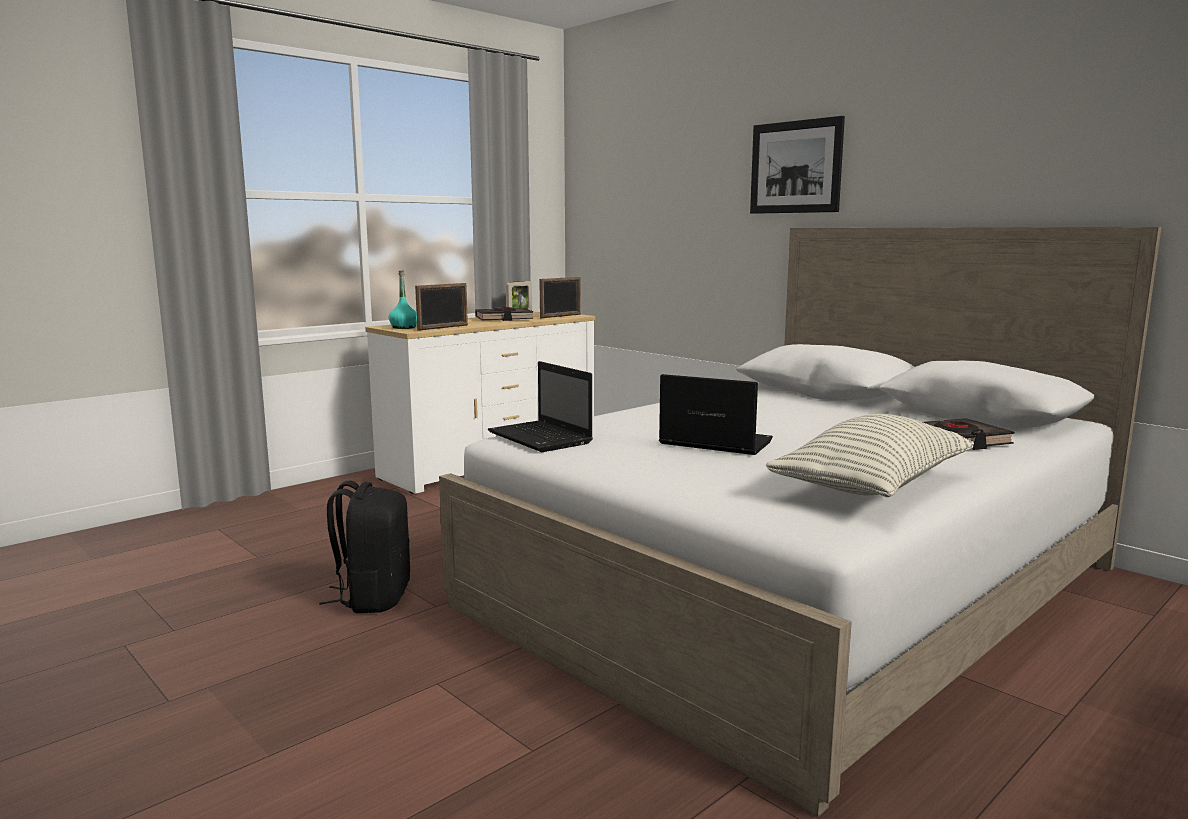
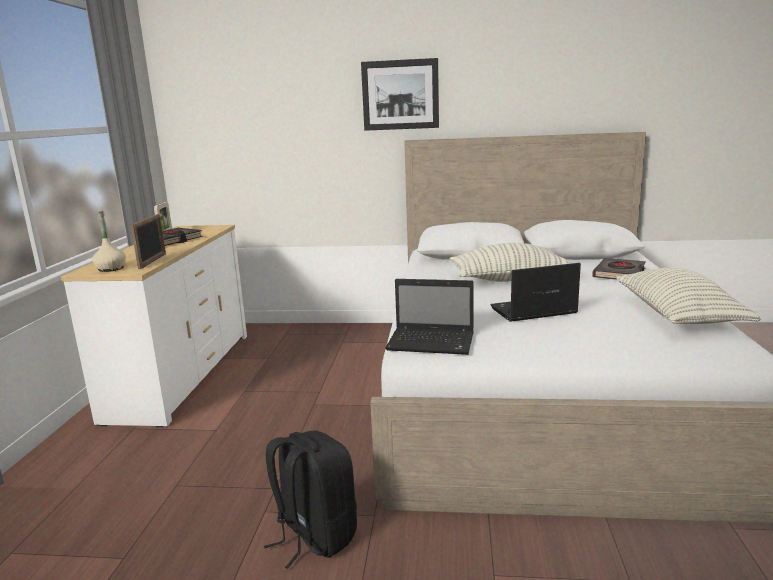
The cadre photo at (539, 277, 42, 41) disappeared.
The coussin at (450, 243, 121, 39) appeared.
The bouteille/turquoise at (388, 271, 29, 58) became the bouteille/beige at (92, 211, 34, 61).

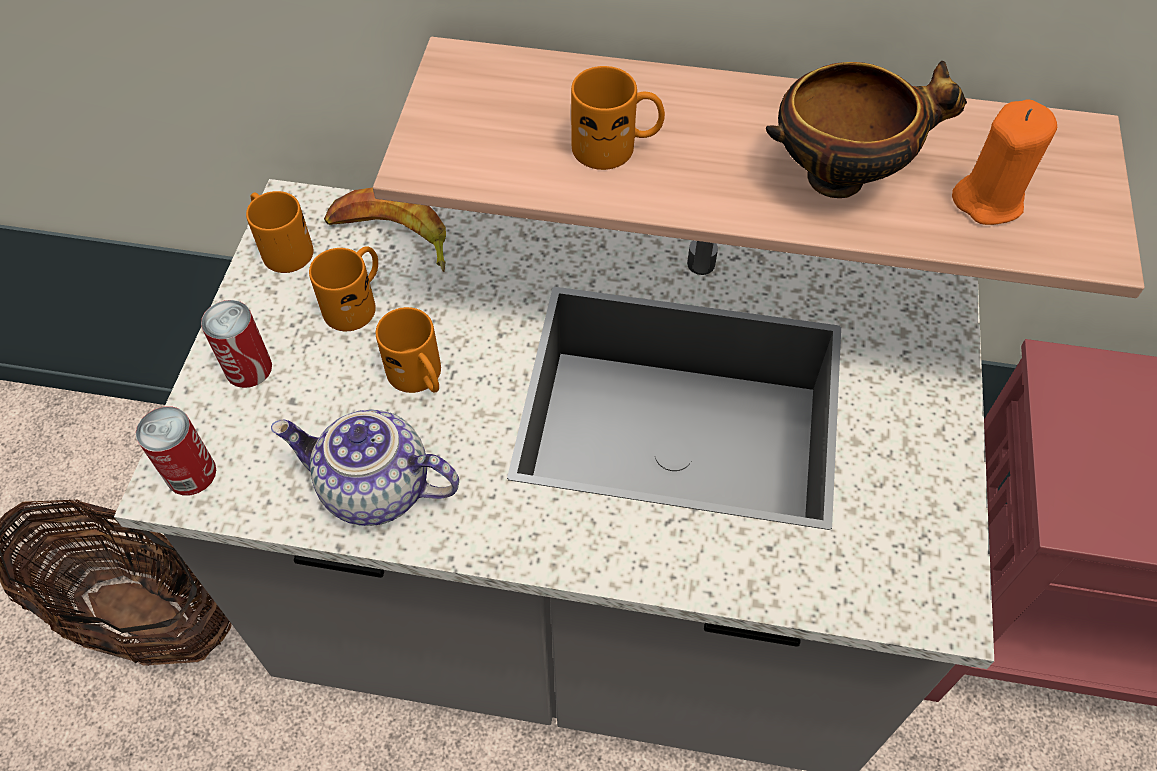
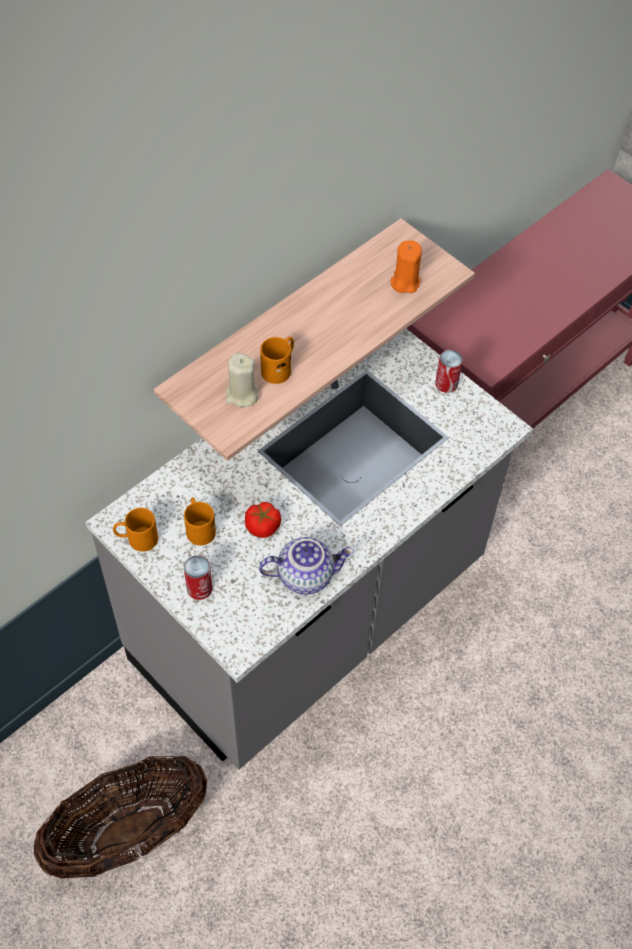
The banane at (324, 188, 122, 84) disappeared.
The bol at (766, 61, 201, 137) disappeared.
The bougie/beige at (226, 353, 33, 54) appeared.
The boîte métallique moved from (136, 406, 80, 89) to (435, 350, 28, 43).
The mug/orange at (376, 307, 65, 86) was replaced by the tomate at (245, 502, 36, 36).
The théière at (271, 409, 188, 117) turned 150 degrees counterclockwise.

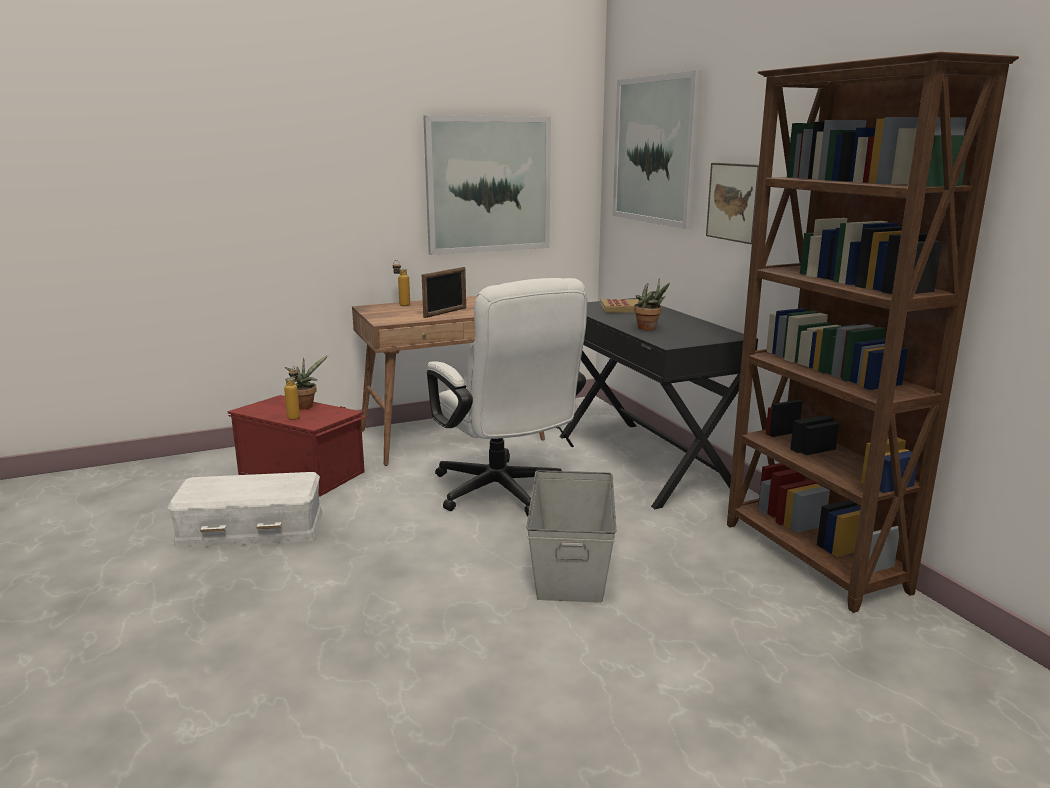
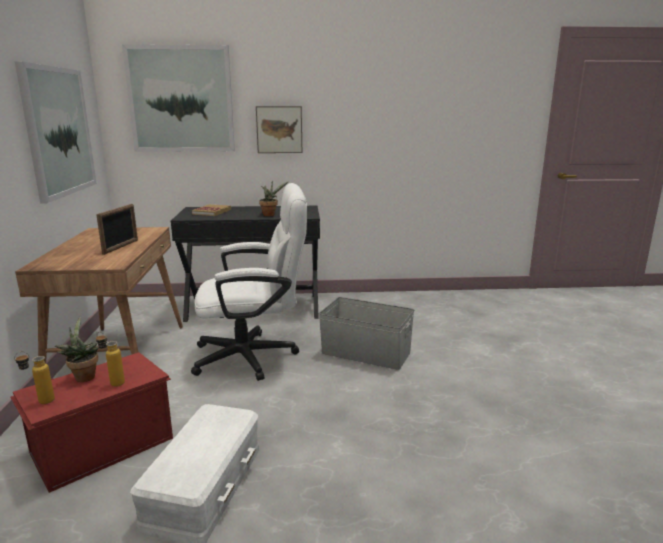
The bibliothèque/marron at (727, 52, 292, 561) disappeared.
The bouteille moved from (393, 260, 17, 46) to (14, 351, 41, 53).
The cadre photo at (422, 267, 44, 51) turned 45 degrees clockwise.

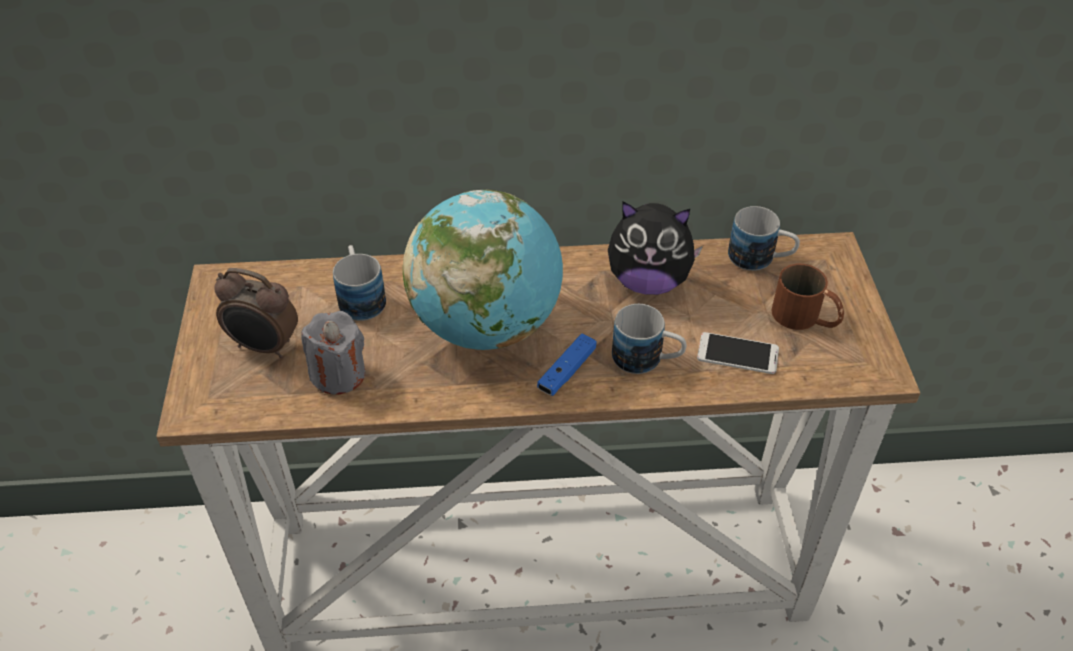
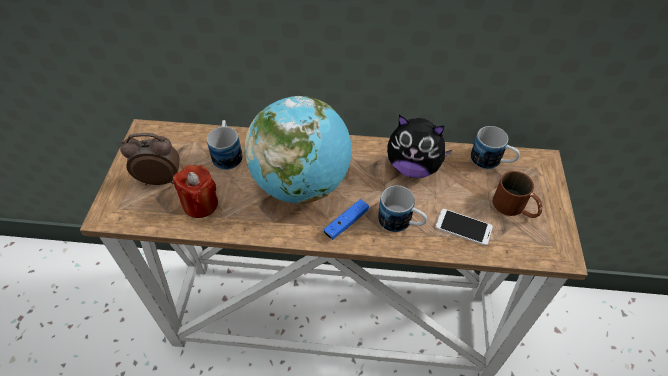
The bougie/gris at (301, 311, 64, 84) became the bougie/rouge at (173, 165, 45, 53).
The réveil at (214, 268, 84, 90) turned 150 degrees clockwise.

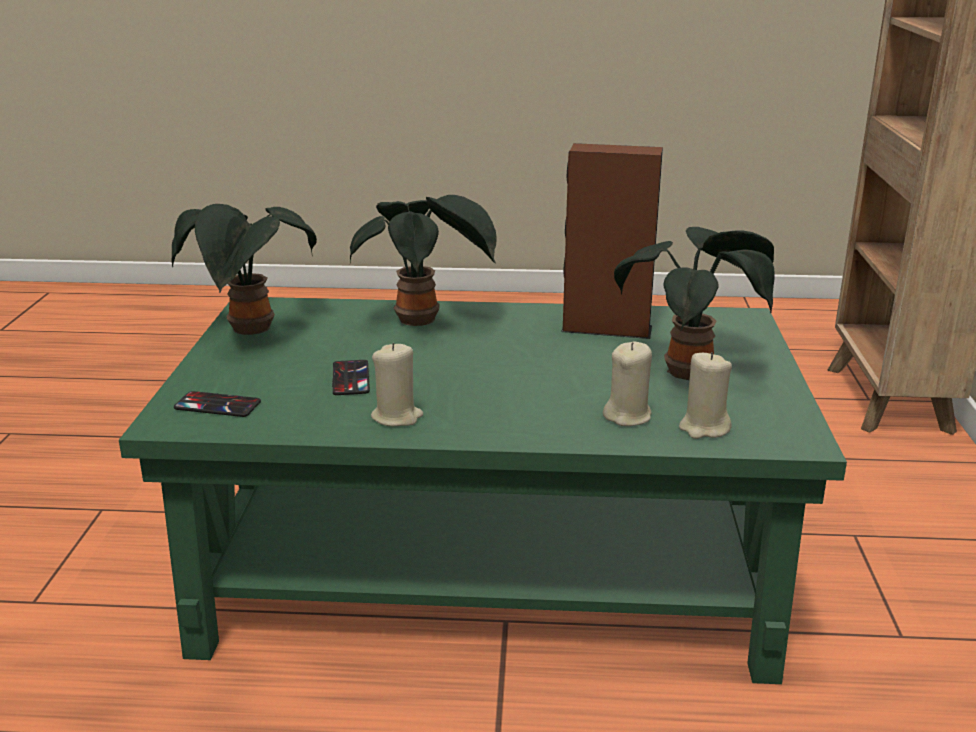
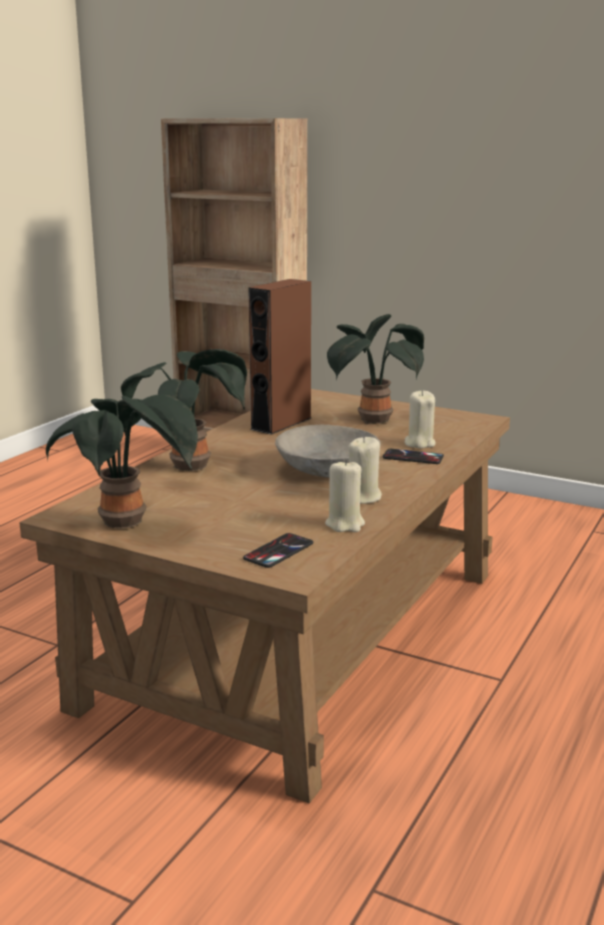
The bol/gris at (275, 425, 105, 52) appeared.
The téléphone moved from (332, 360, 38, 35) to (383, 449, 61, 15).
The bougie/beige moved from (679, 352, 53, 87) to (325, 459, 40, 73).
The table basse/vert at (119, 297, 728, 387) became the table basse/marron at (19, 389, 491, 414).

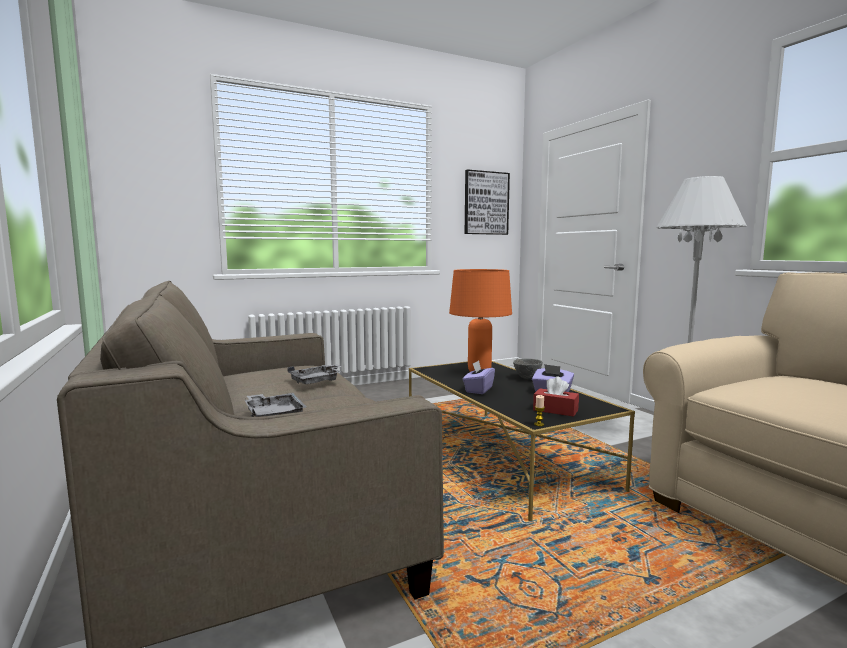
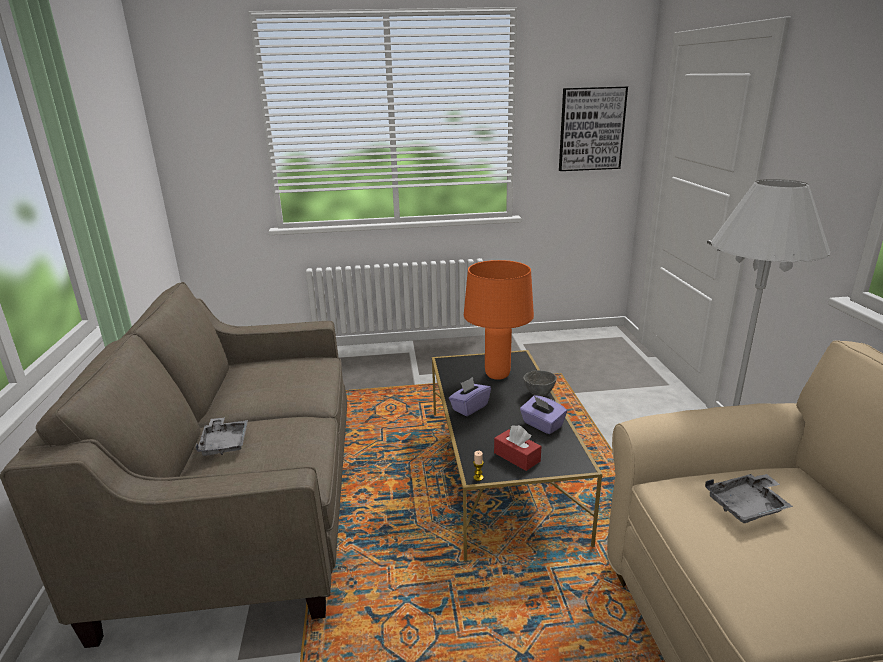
The plateau/gris moved from (287, 364, 55, 20) to (705, 473, 88, 50).

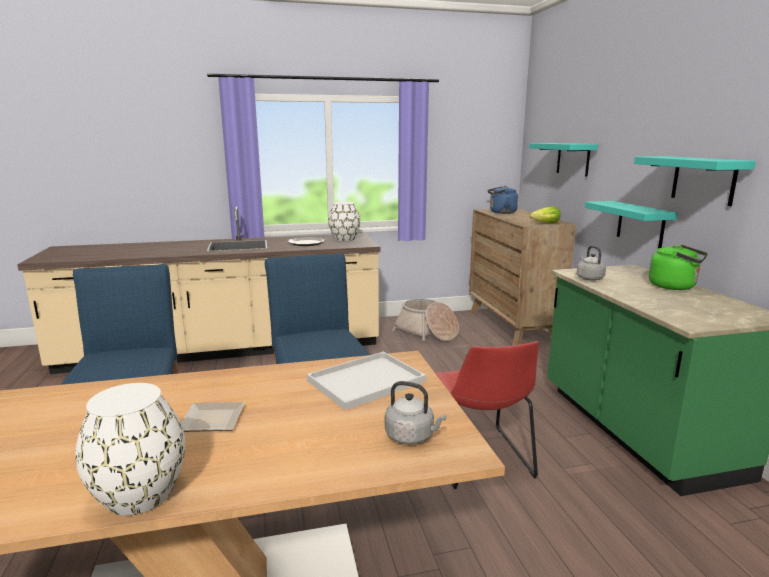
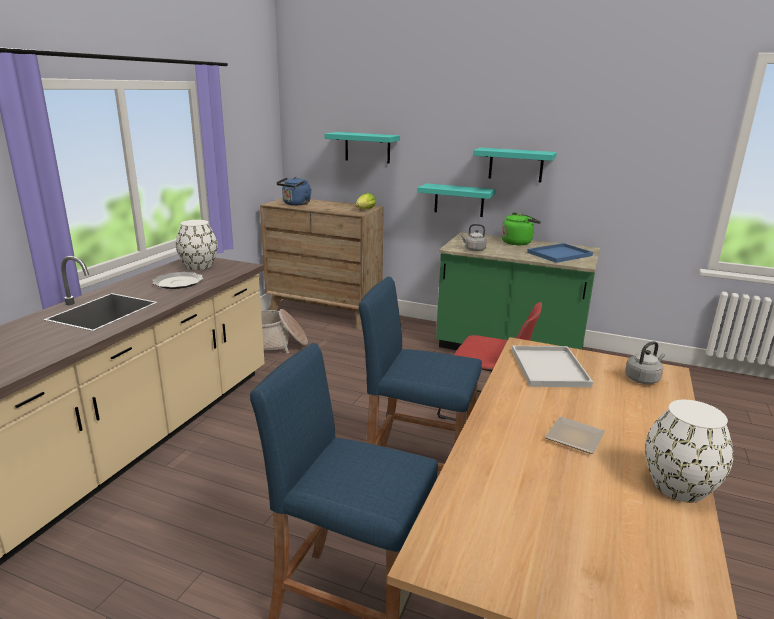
The plateau/bleu at (527, 243, 66, 20) appeared.

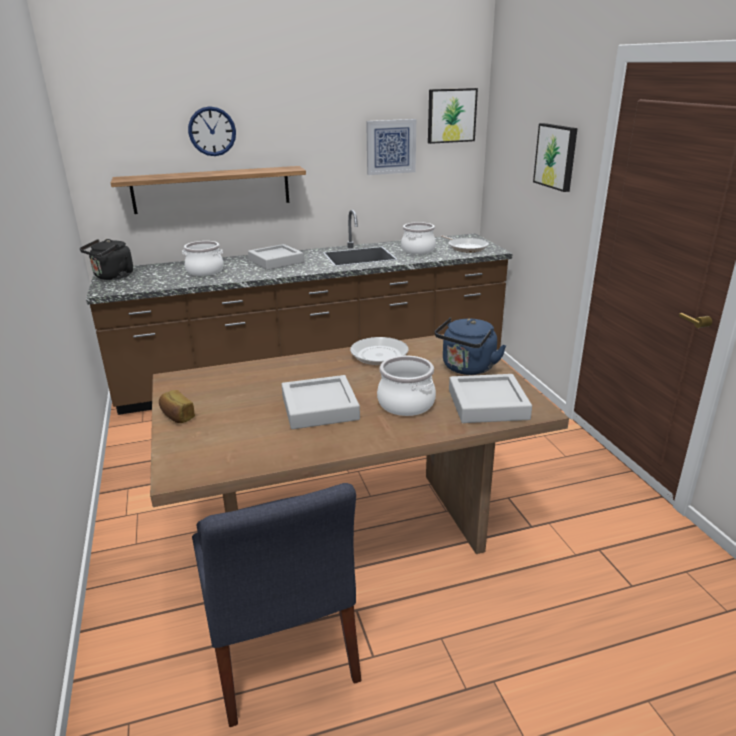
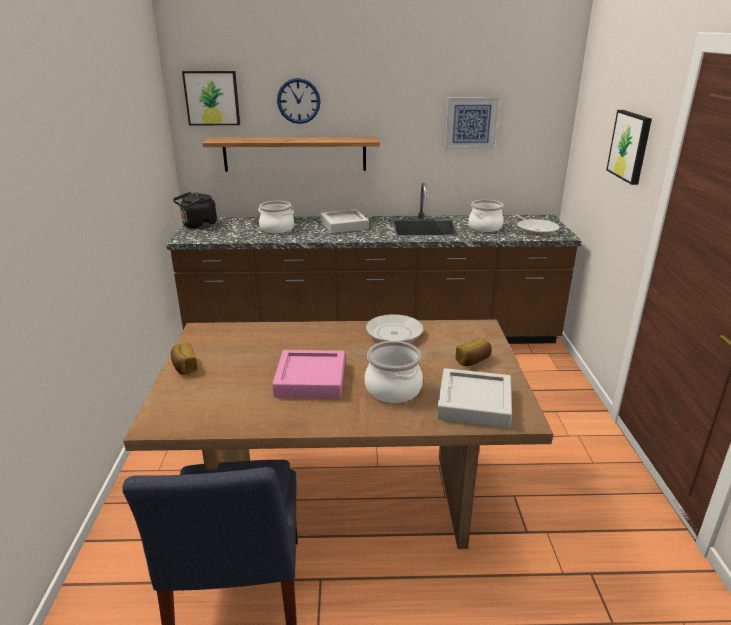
The tableau moved from (428, 88, 50, 56) to (182, 71, 58, 54).
The bouilloire/bleu at (435, 318, 71, 57) was replaced by the pain at (456, 338, 36, 28).
The plateau/gris at (282, 375, 78, 54) became the plateau/rose at (272, 350, 73, 49).

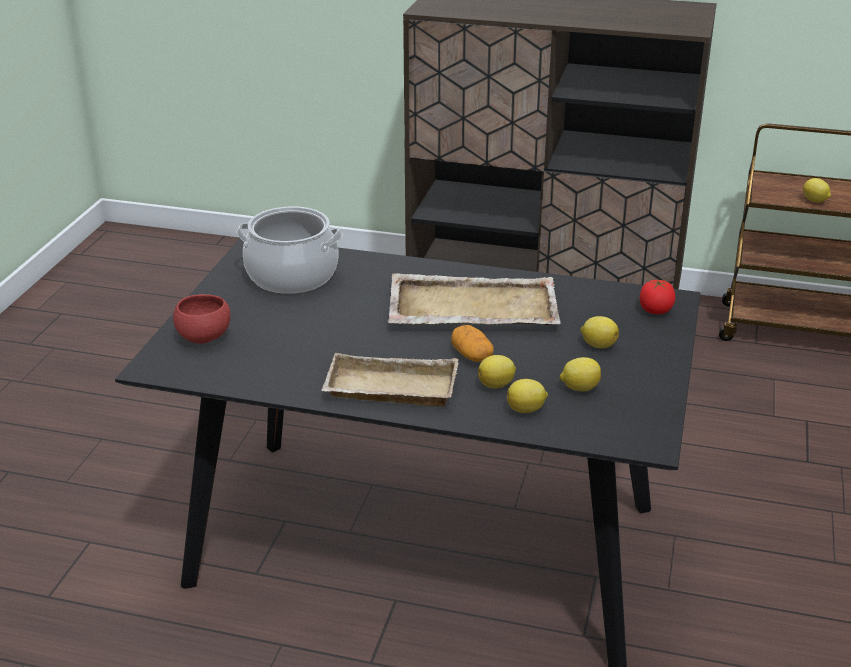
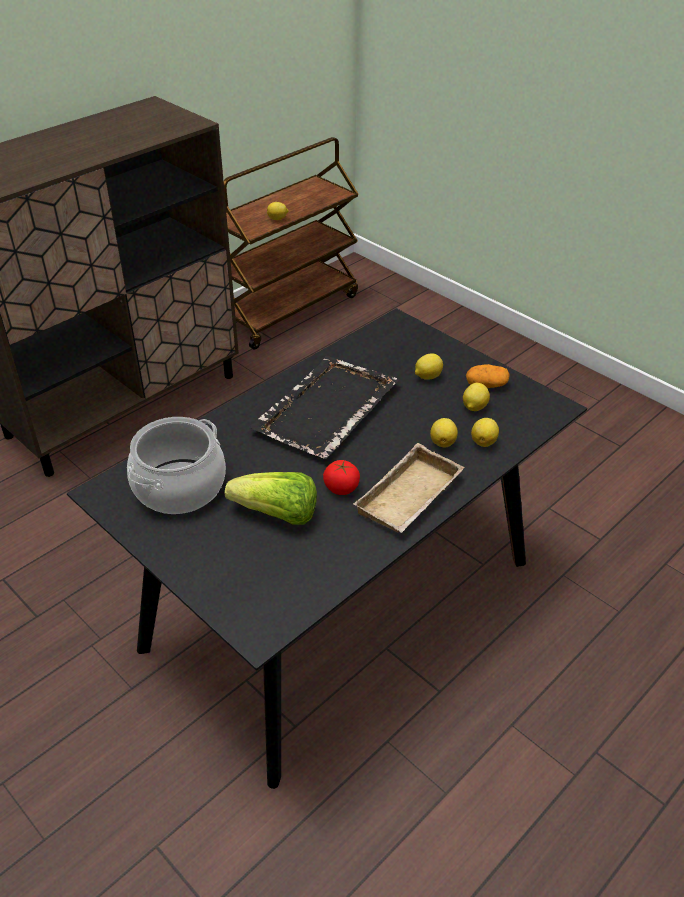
The bol/rouge at (173, 294, 57, 50) disappeared.
The laitue at (225, 472, 92, 53) appeared.
The pomme de terre moved from (451, 325, 43, 37) to (466, 364, 44, 24).
The tomate moved from (640, 280, 35, 34) to (323, 460, 37, 35).
The plateau/beige at (388, 273, 173, 52) became the plateau/noir at (249, 356, 150, 103).

